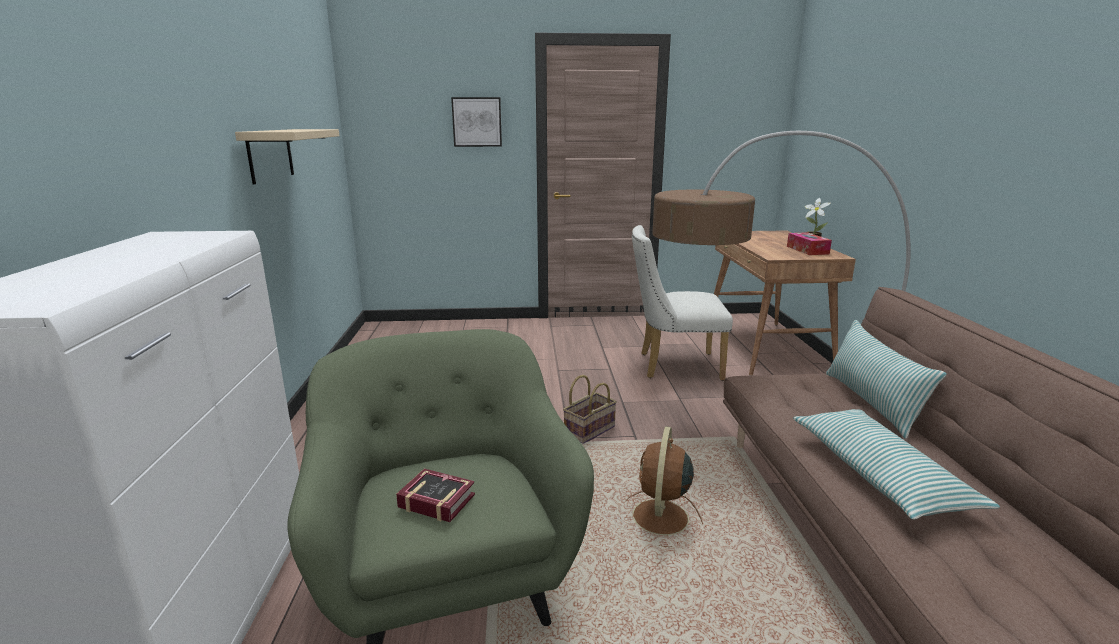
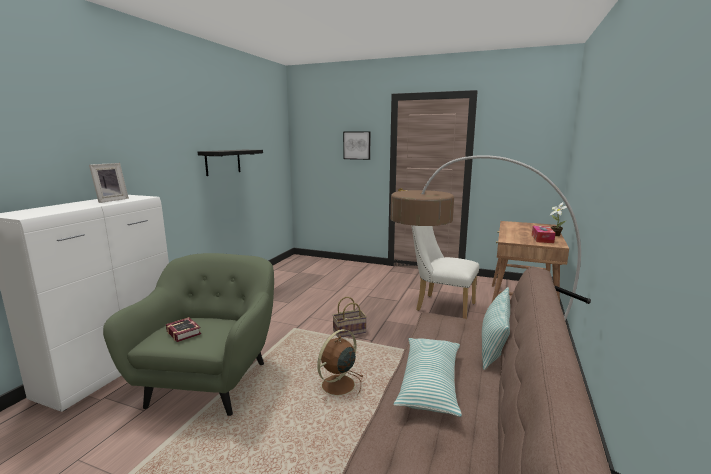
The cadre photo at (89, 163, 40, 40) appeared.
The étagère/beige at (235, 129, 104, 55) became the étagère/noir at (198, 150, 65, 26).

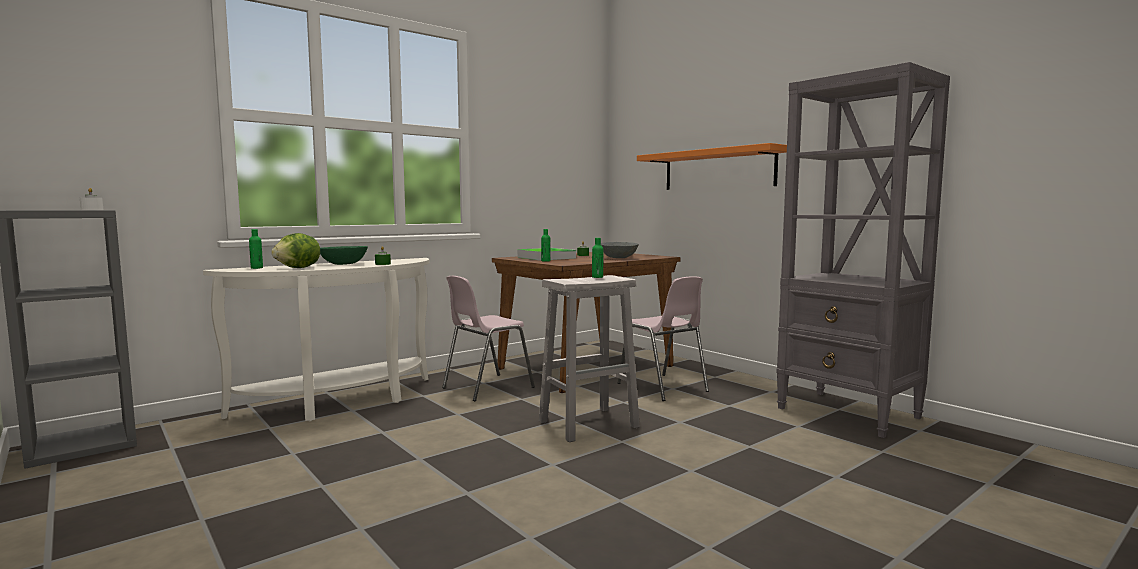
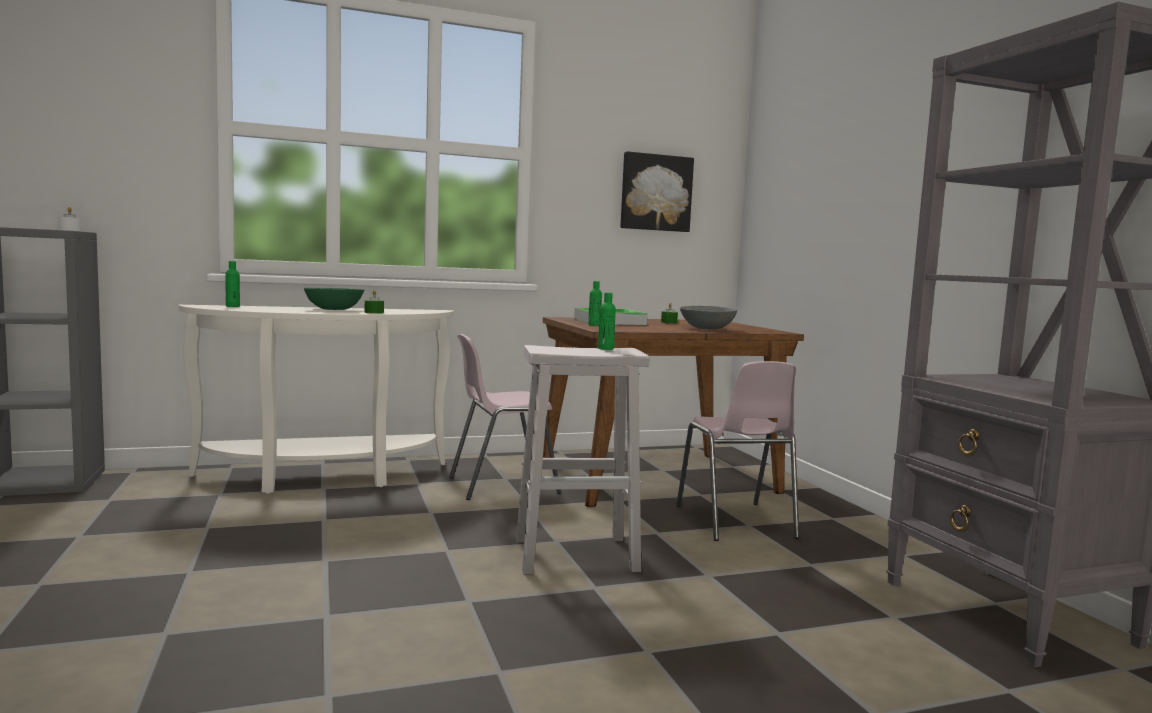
The laitue at (271, 233, 49, 35) disappeared.
The étagère/orange at (637, 143, 150, 47) disappeared.
The tableau at (620, 151, 74, 81) appeared.

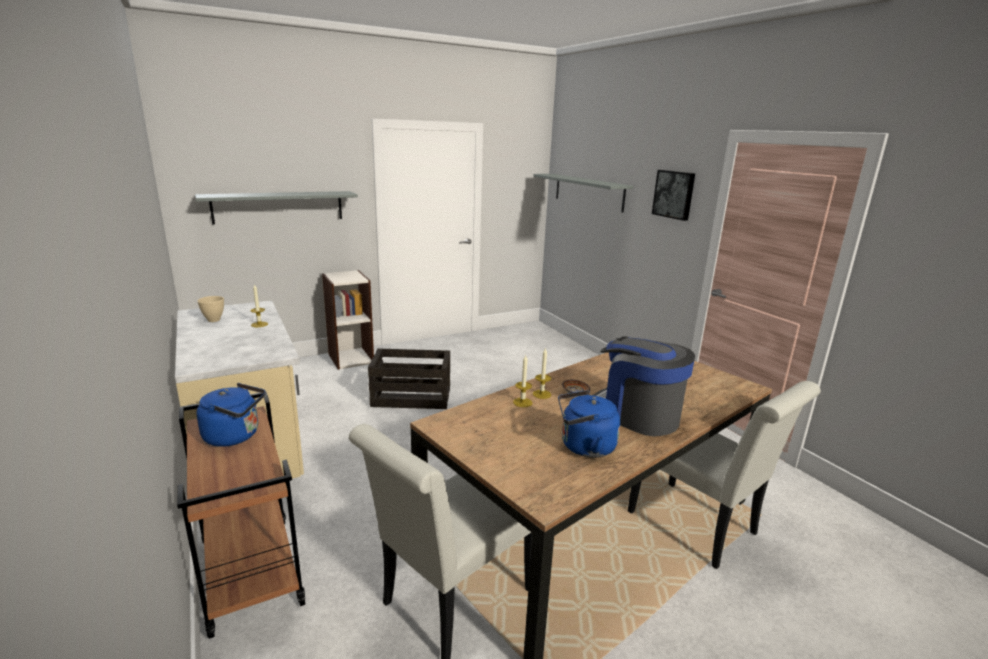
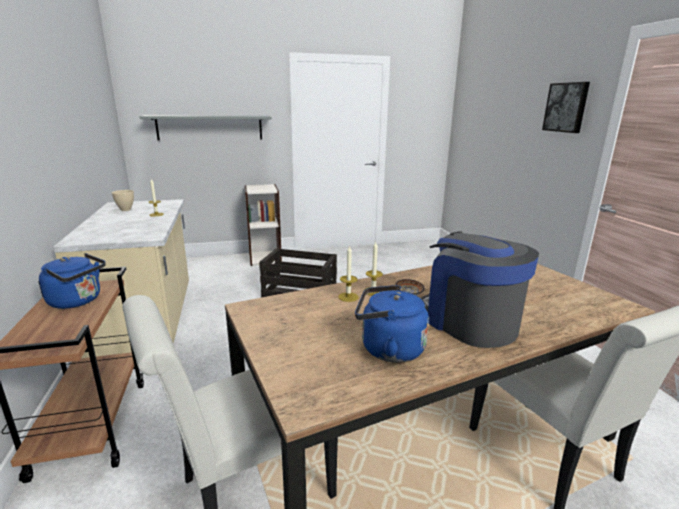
The étagère/gris at (533, 174, 101, 39) disappeared.

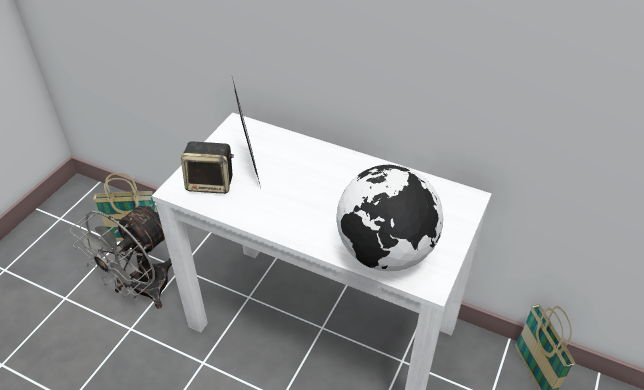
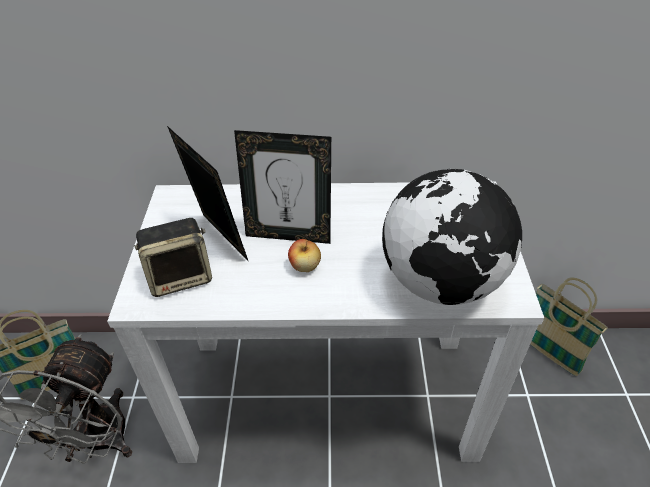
The cadre photo at (234, 130, 97, 114) appeared.
The pomme at (288, 239, 33, 33) appeared.

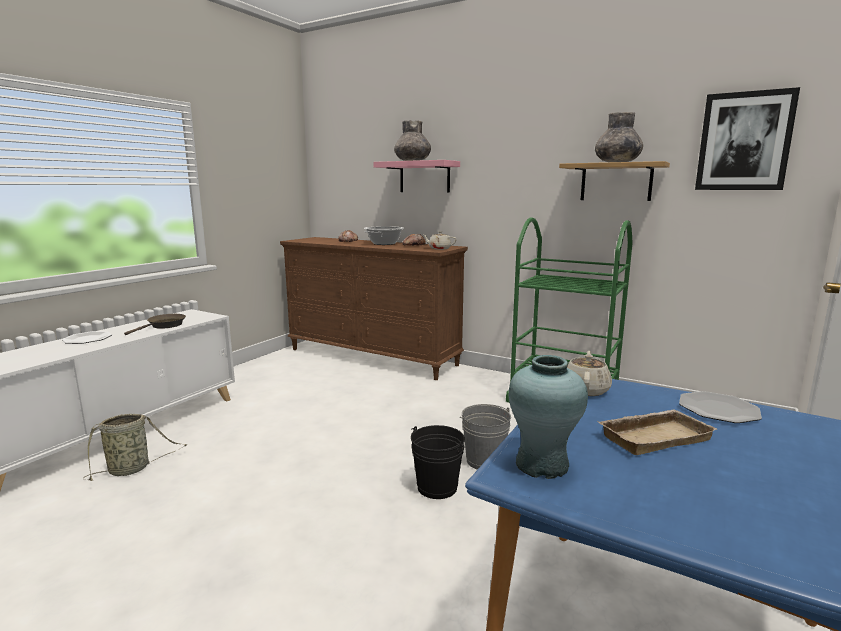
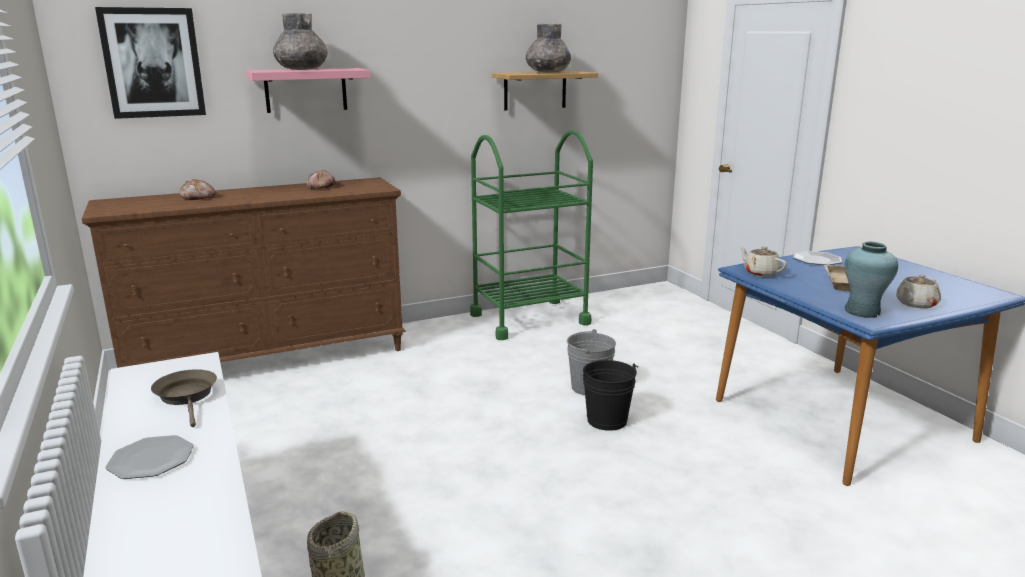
The marmite at (364, 226, 40, 19) disappeared.
The théière/beige moved from (422, 231, 35, 19) to (896, 274, 45, 35).
The tableau moved from (695, 87, 105, 103) to (95, 7, 111, 112).

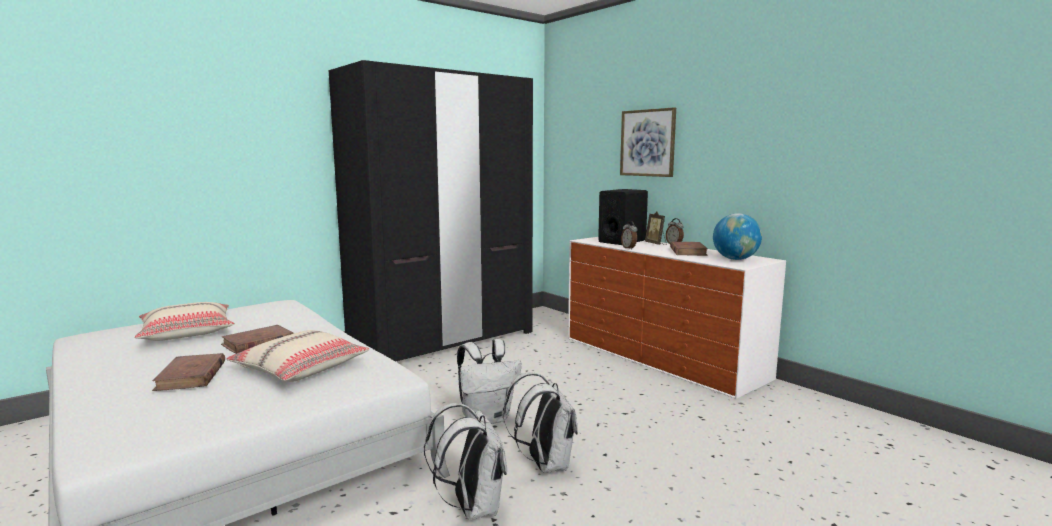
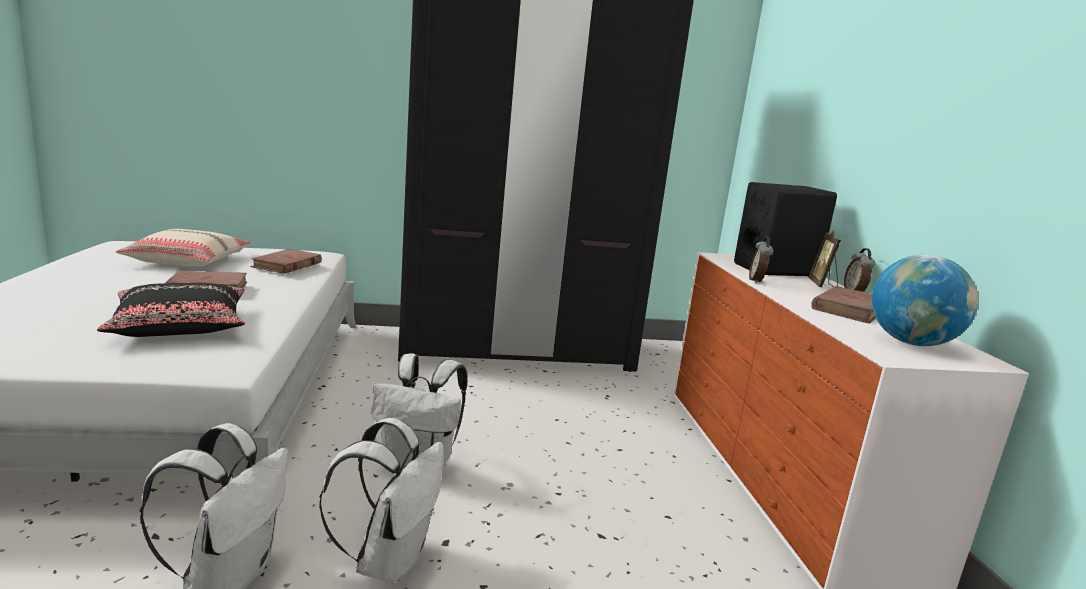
The tableau at (620, 107, 56, 70) disappeared.
The livre/marron moved from (152, 353, 73, 38) to (250, 249, 72, 25).
The coussin/beige at (226, 330, 143, 52) became the coussin/noir at (97, 283, 148, 54).

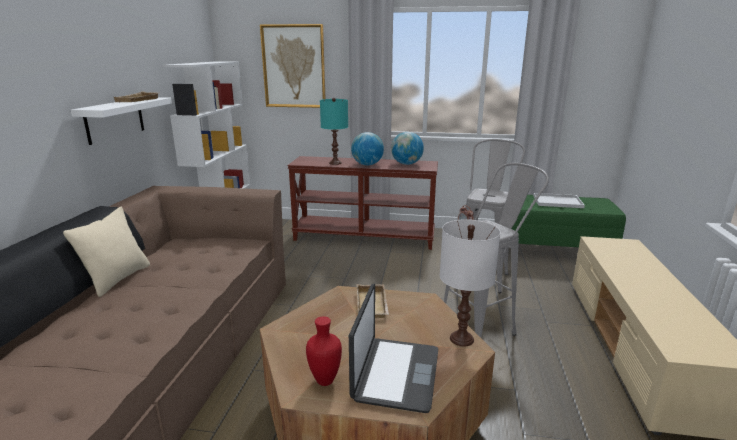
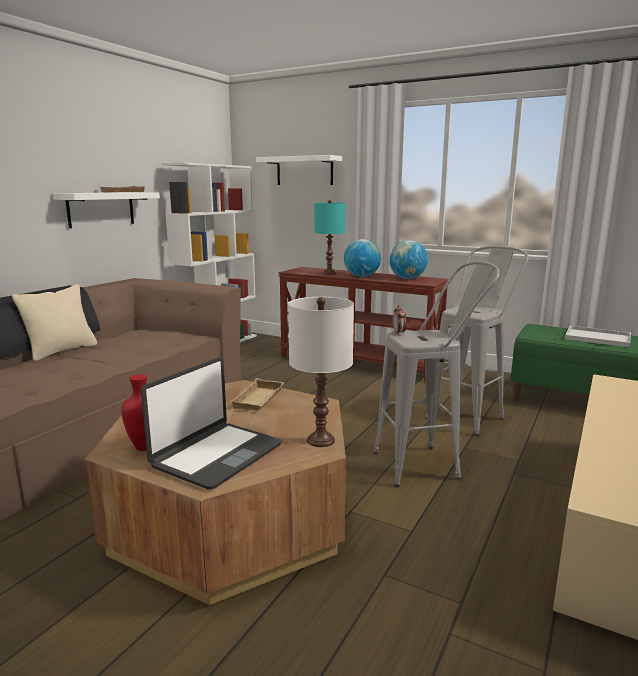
The tableau at (260, 24, 65, 84) was replaced by the étagère/blanc at (256, 155, 86, 30).

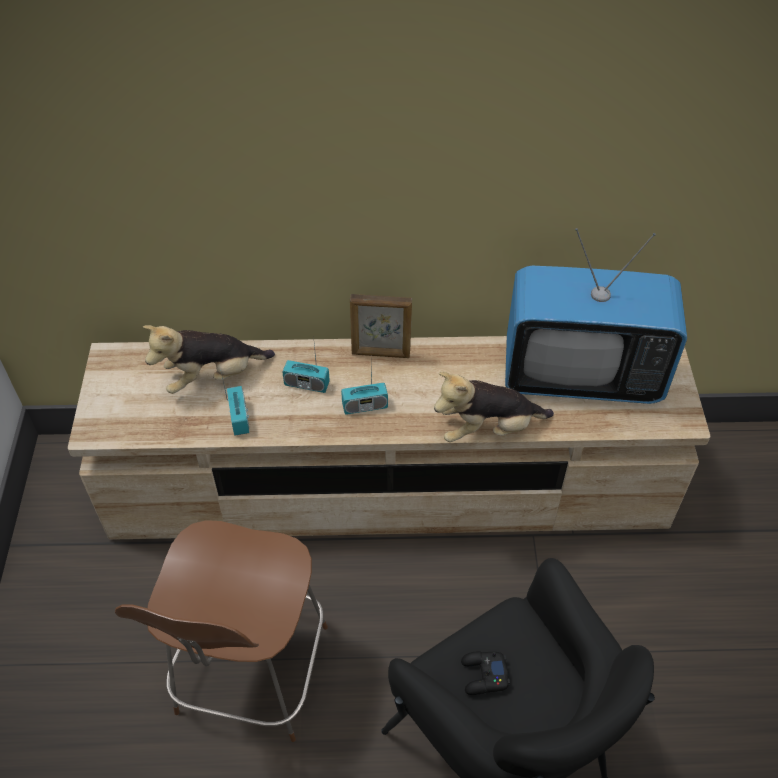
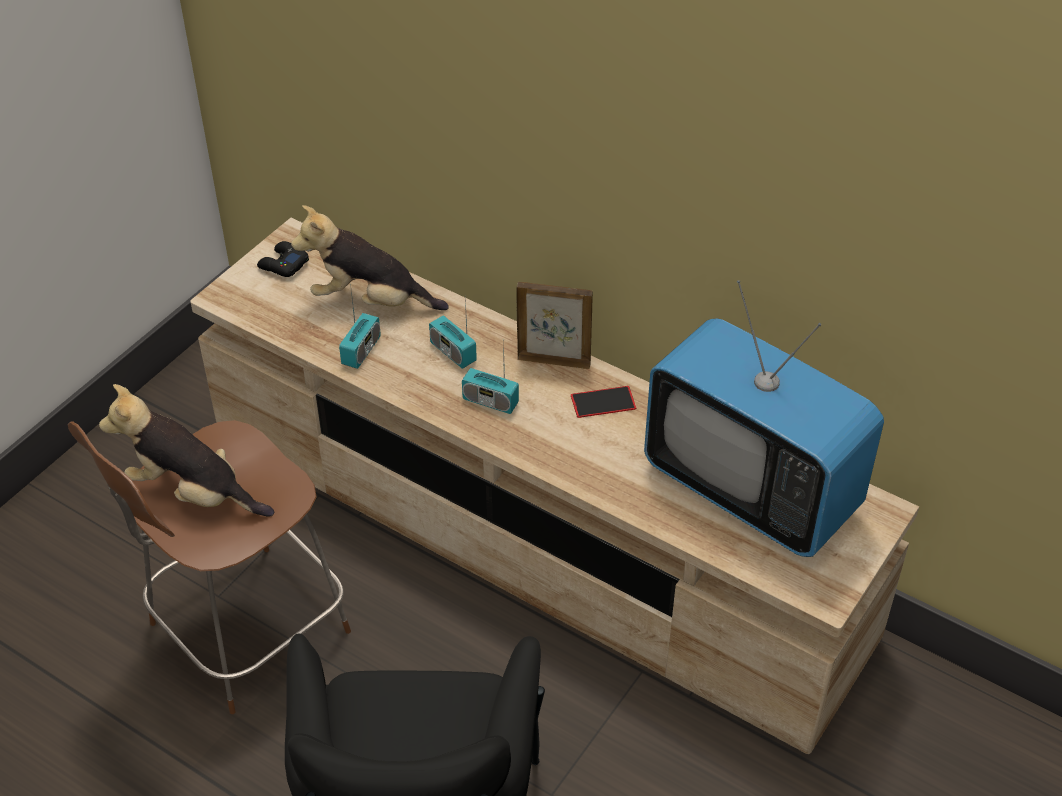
The téléphone at (571, 386, 65, 32) appeared.
The peluche moved from (434, 372, 120, 70) to (99, 384, 175, 133).
The manette/noir moved from (461, 651, 49, 44) to (257, 241, 52, 36).
The cadre photo at (350, 294, 62, 64) turned 150 degrees clockwise.

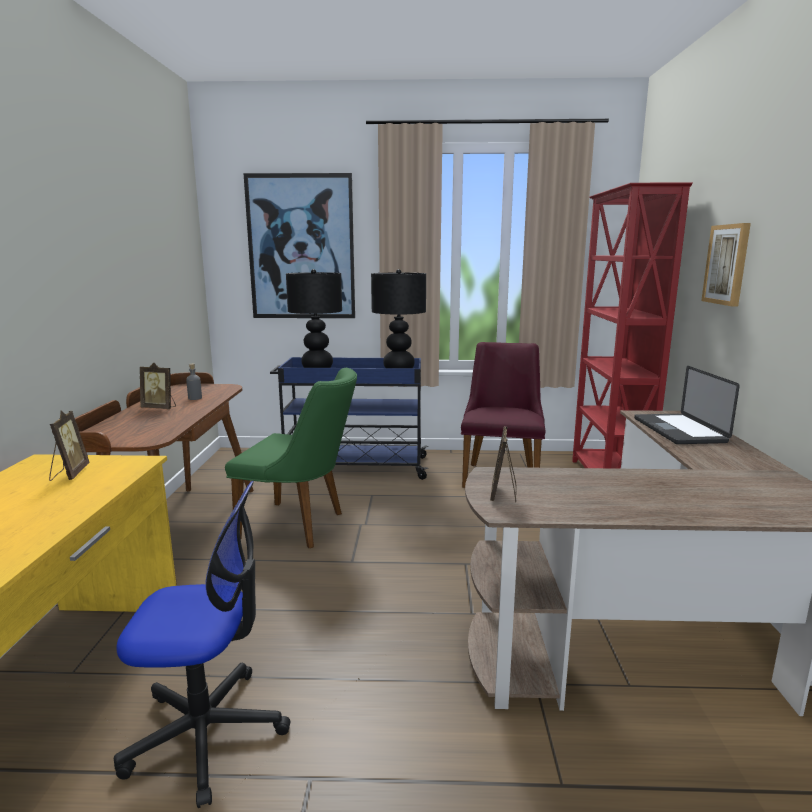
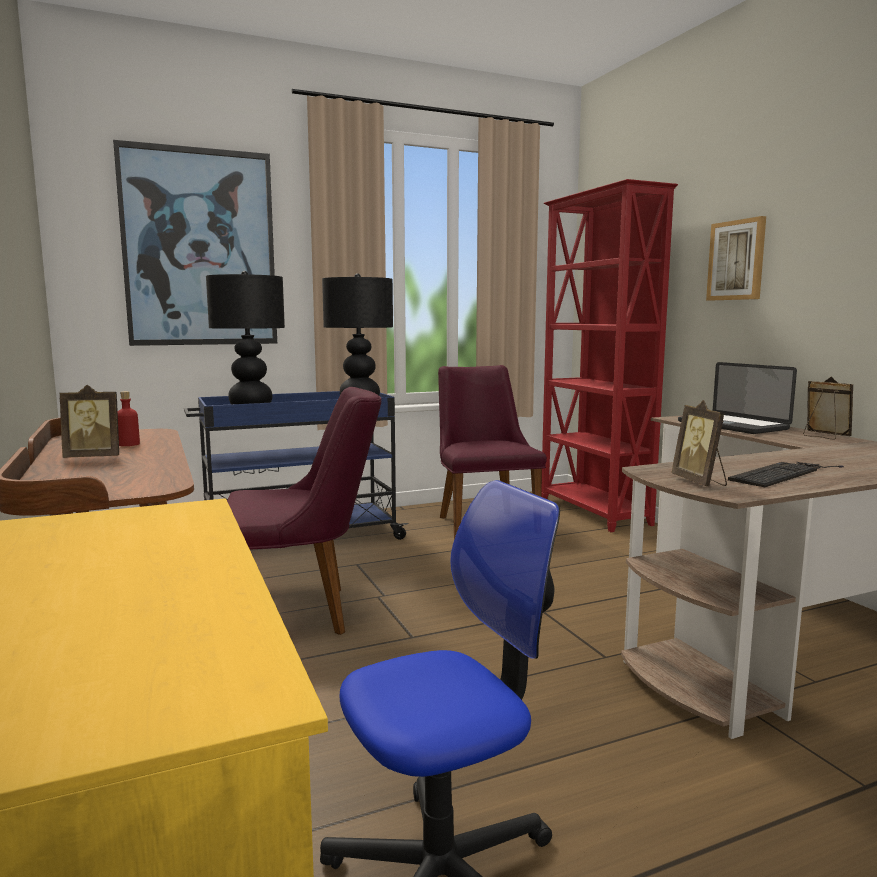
The clavier at (728, 462, 116, 25) appeared.
The cadre photo moved from (49, 411, 41, 70) to (803, 377, 50, 62).
The bouteille/gris at (186, 364, 16, 36) became the bouteille/rouge at (118, 391, 22, 55).
The chaise/vert at (225, 368, 132, 180) became the chaise/violet at (227, 387, 155, 248).

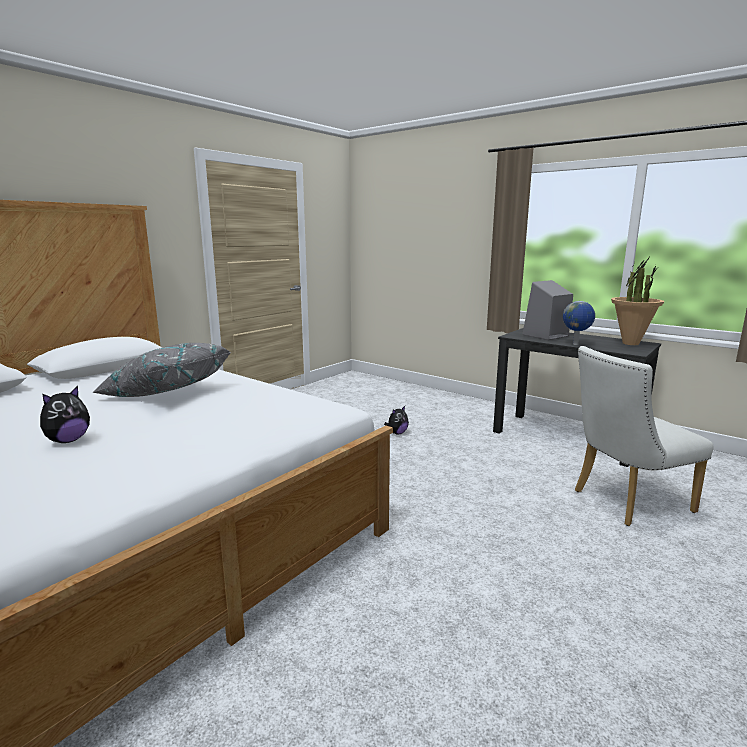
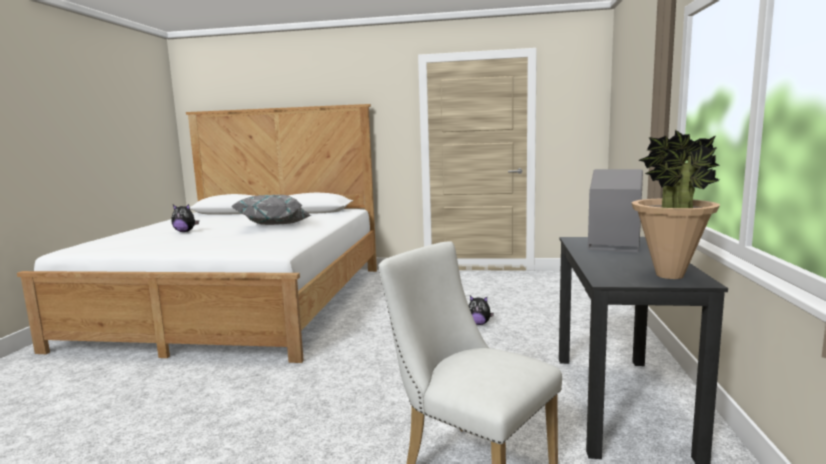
The globe at (563, 301, 32, 44) disappeared.

